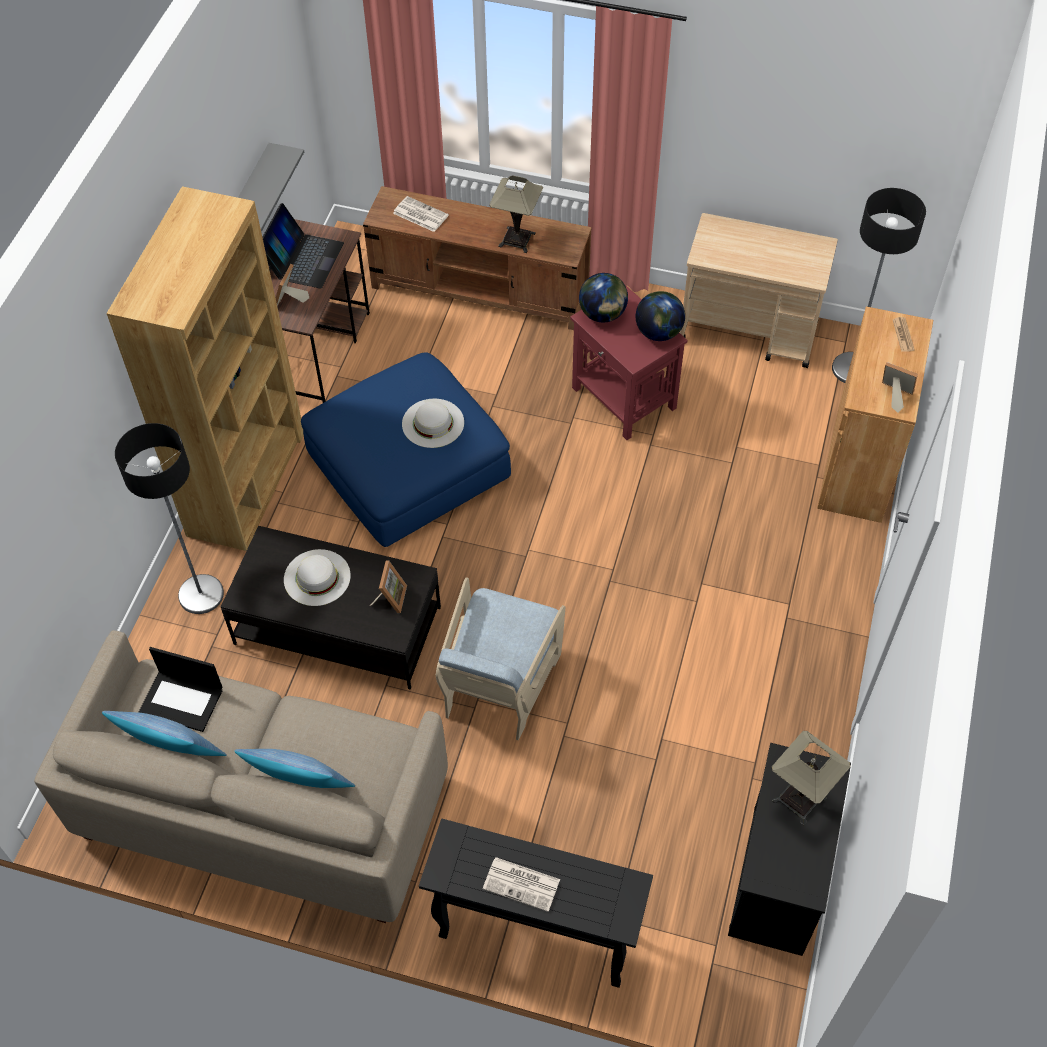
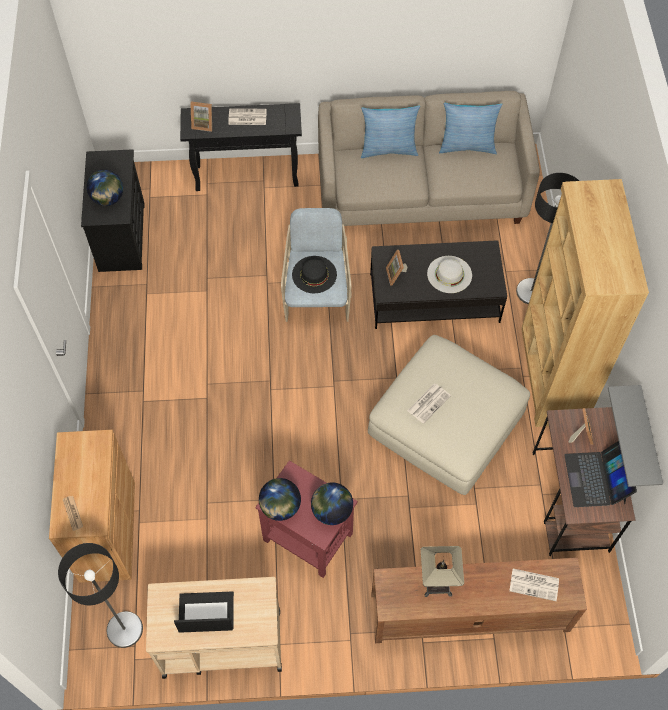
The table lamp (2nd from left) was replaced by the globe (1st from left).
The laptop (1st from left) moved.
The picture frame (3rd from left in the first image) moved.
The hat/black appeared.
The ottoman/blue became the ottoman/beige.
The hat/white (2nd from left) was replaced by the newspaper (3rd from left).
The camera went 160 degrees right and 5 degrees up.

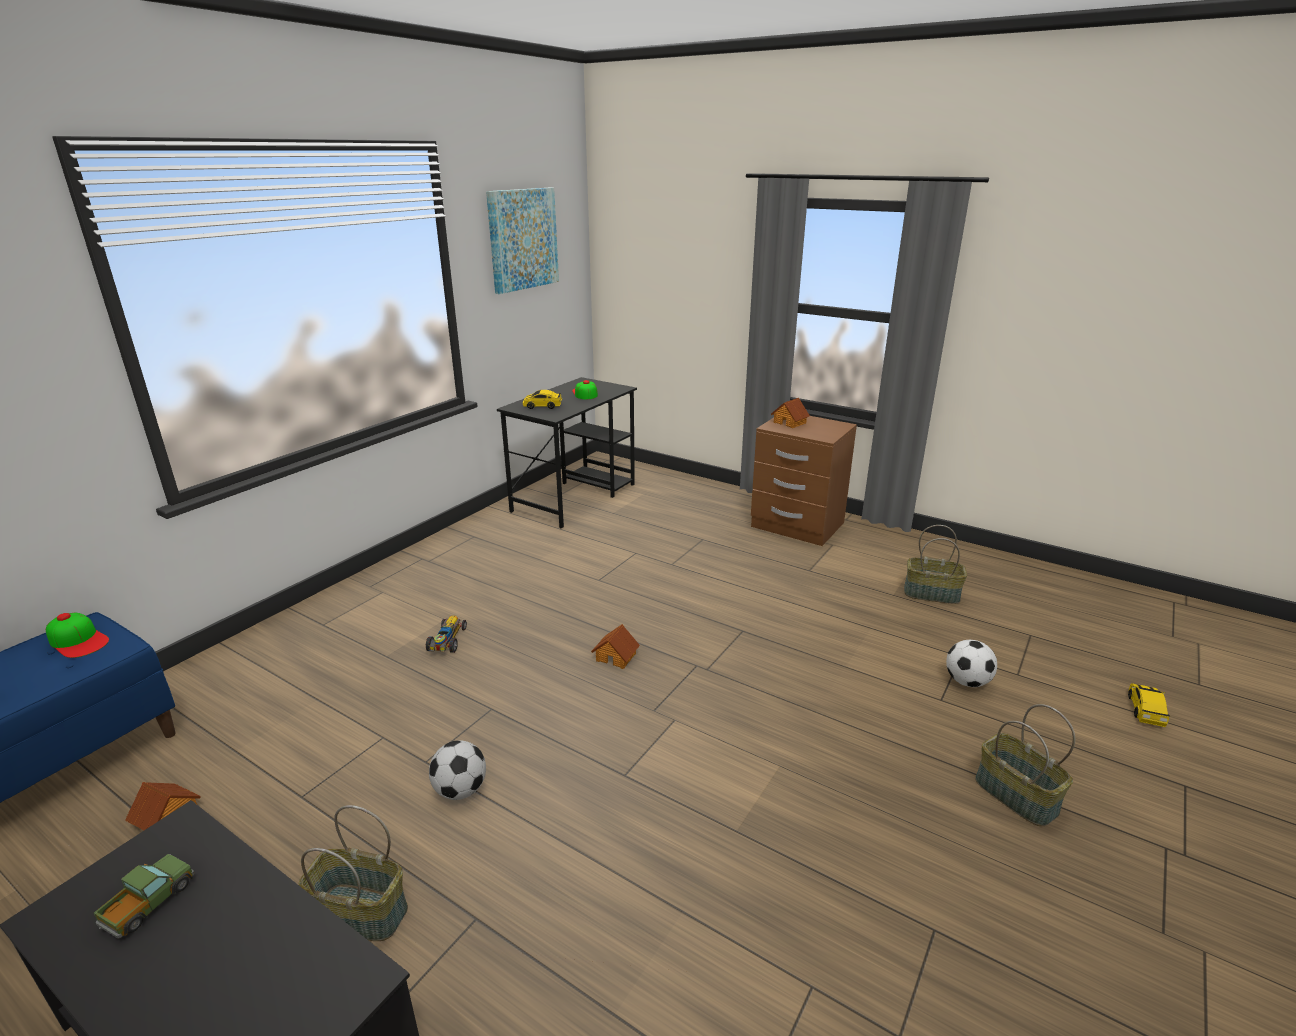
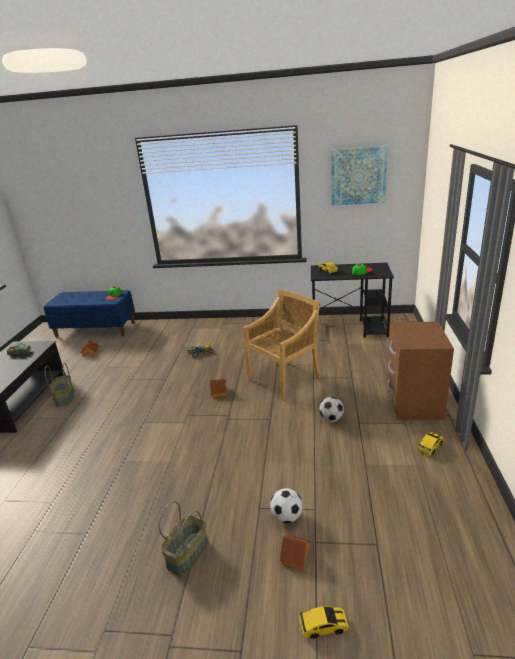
The chair/beige appeared.
The toy house (3rd from left) moved.
The football (1st from left in the first image) moved.
The toy car (4th from left) appeared.
The basket (2nd from left) disappeared.
The camera went 65 degrees right and 0 degrees up.

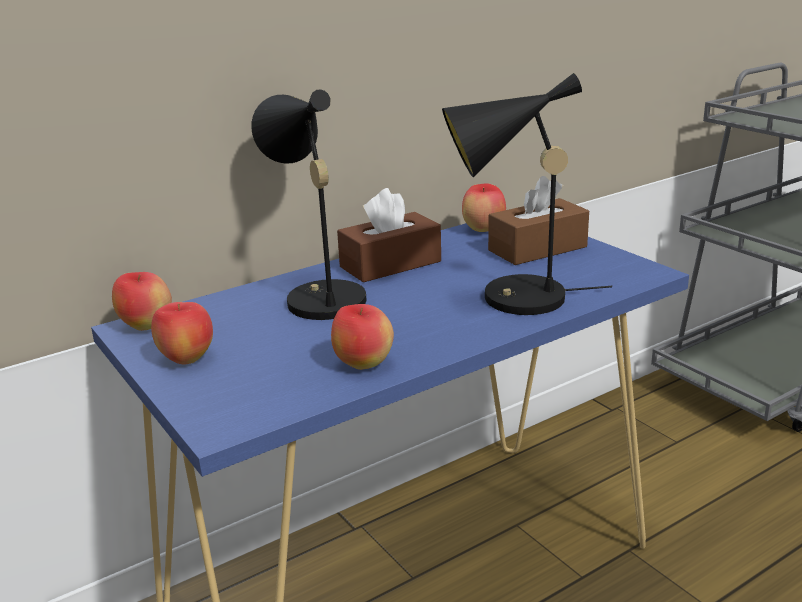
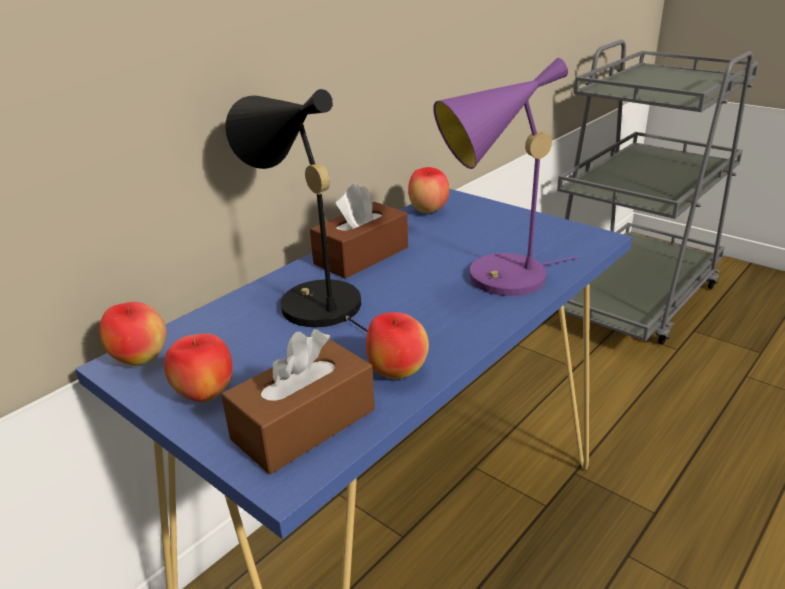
The tissue box/brown (2nd from left in the first image) moved.
The table lamp/black (2nd from left) became the table lamp/purple.
The camera went 15 degrees left and 5 degrees up.

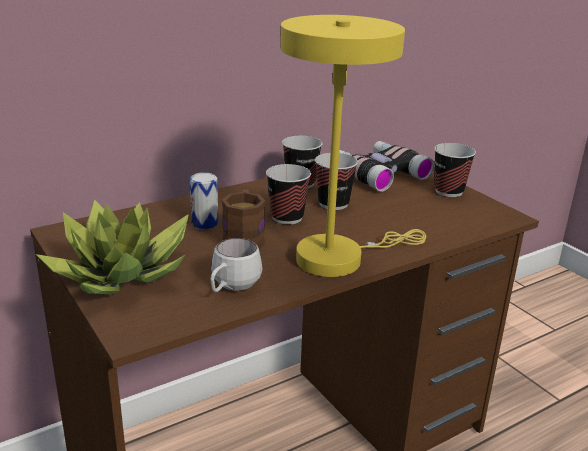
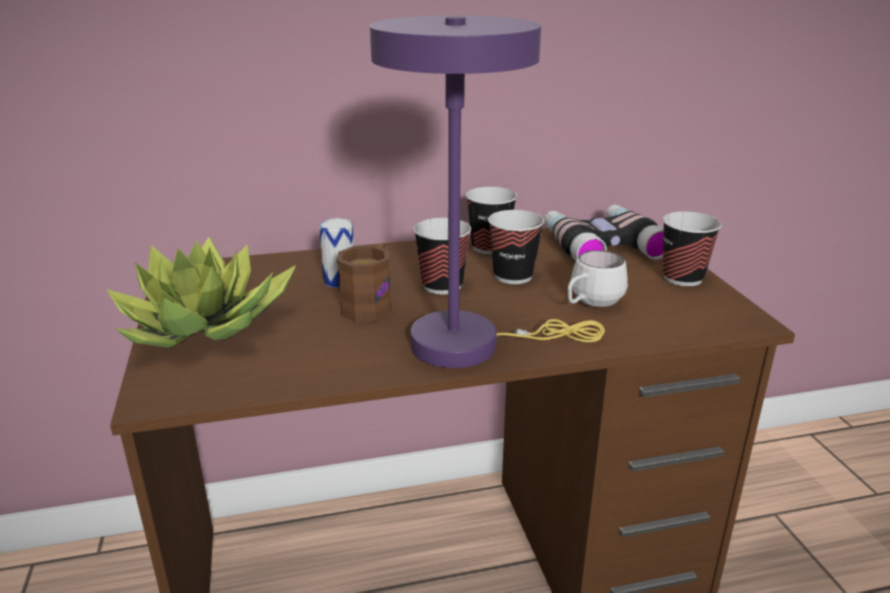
The table lamp/yellow became the table lamp/purple.
The mug/white moved.
The camera went 20 degrees right and 0 degrees up.

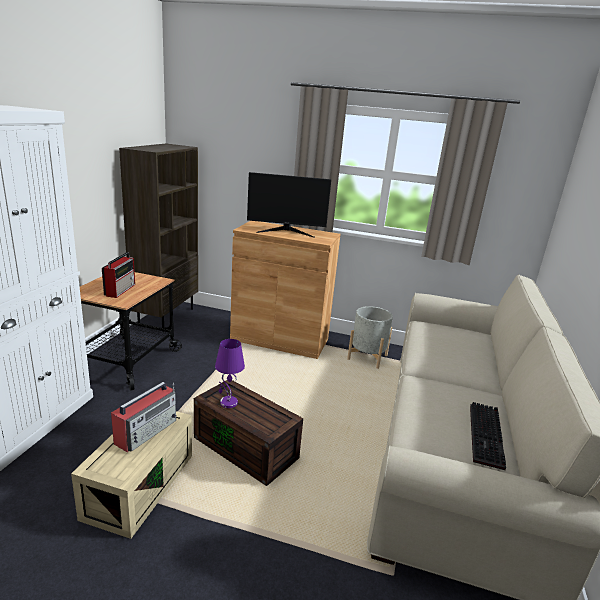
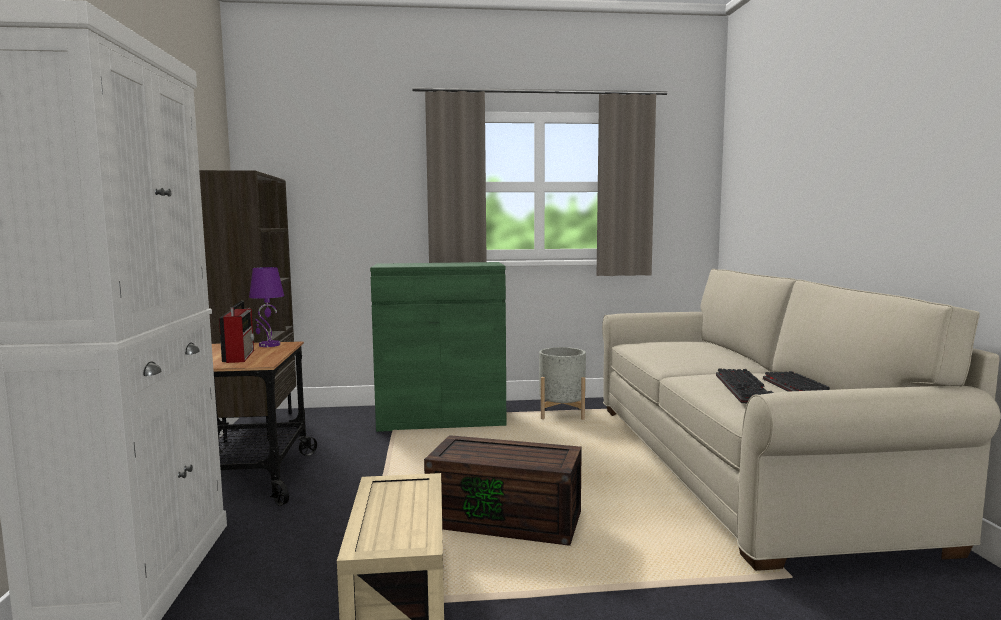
The table lamp/purple moved.
The cabinet/brown became the cabinet/green.
The keyboard (1st from left) appeared.
The radio (2nd from left) disappeared.
The monitor disappeared.
The camera went 20 degrees left and 15 degrees down.

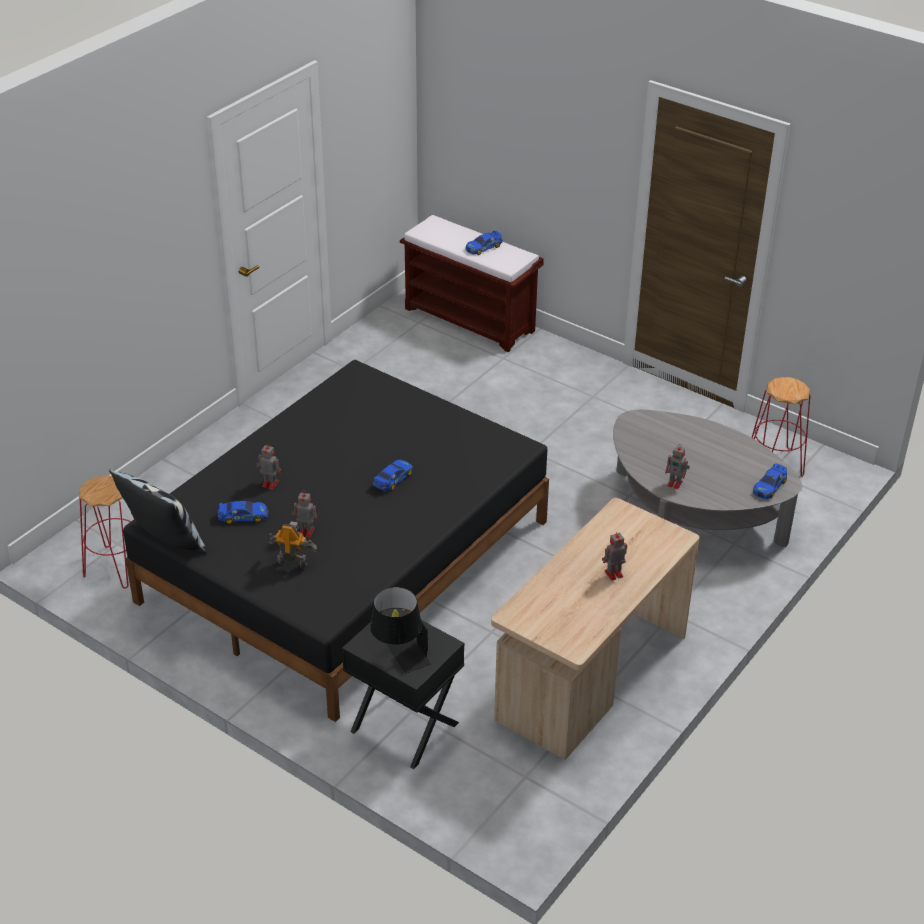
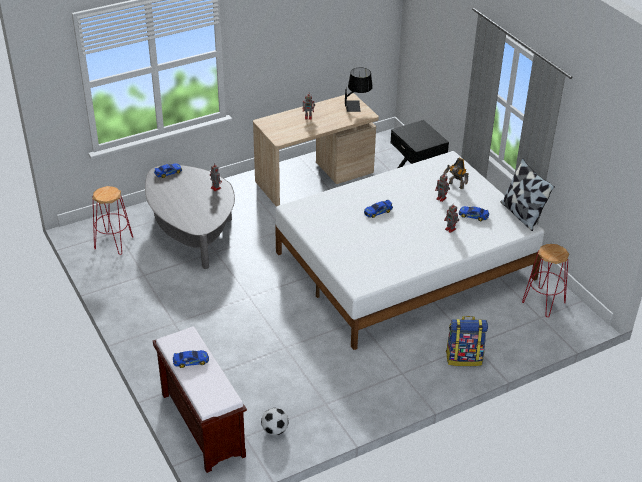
The football appeared.
The bed/black became the bed/white.
The table lamp/black moved.
The backpack appeared.
The camera went 155 degrees left and 0 degrees up.

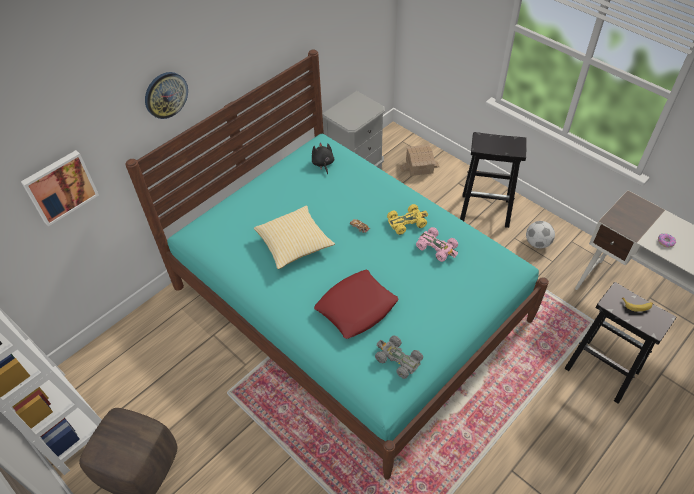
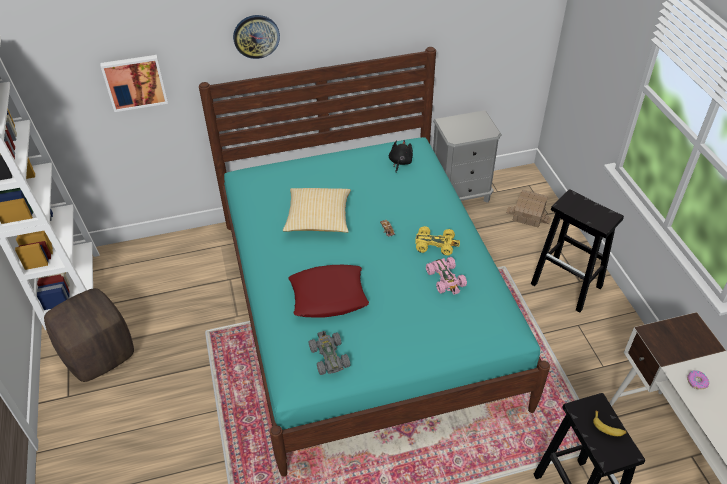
The football disappeared.
The camera went 30 degrees right and 5 degrees down.

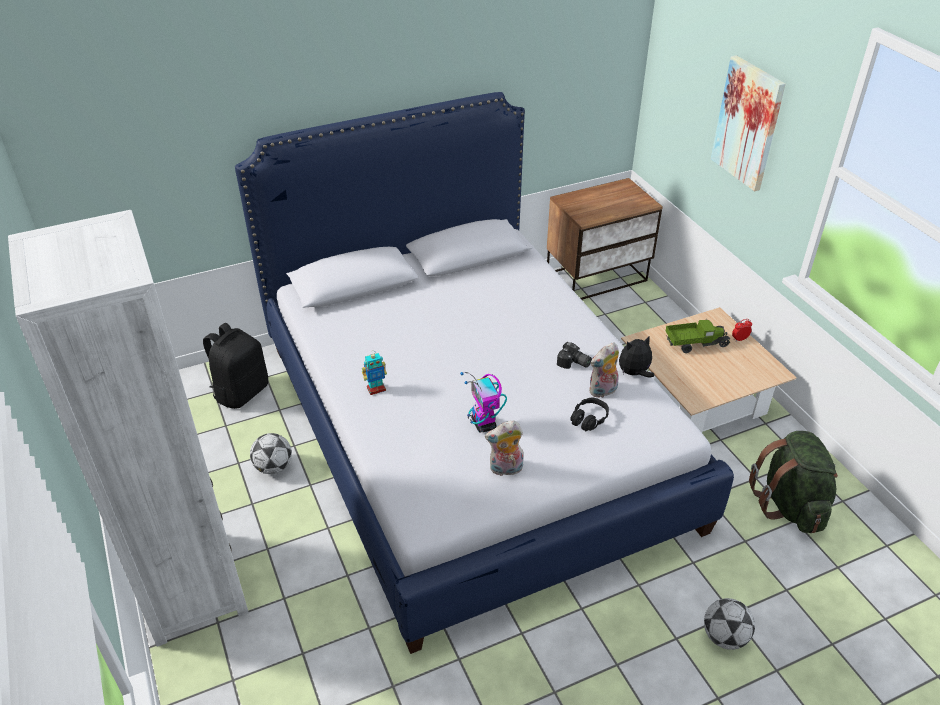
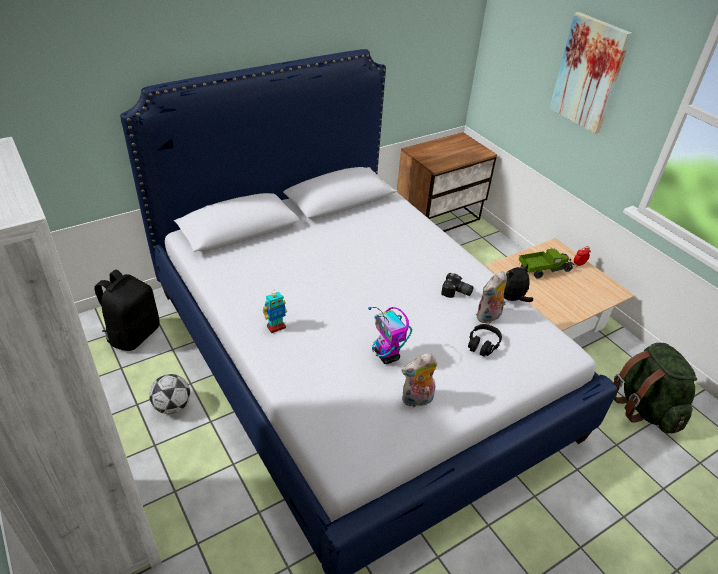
The football (2nd from left) disappeared.
The camera went 10 degrees left and 0 degrees up.

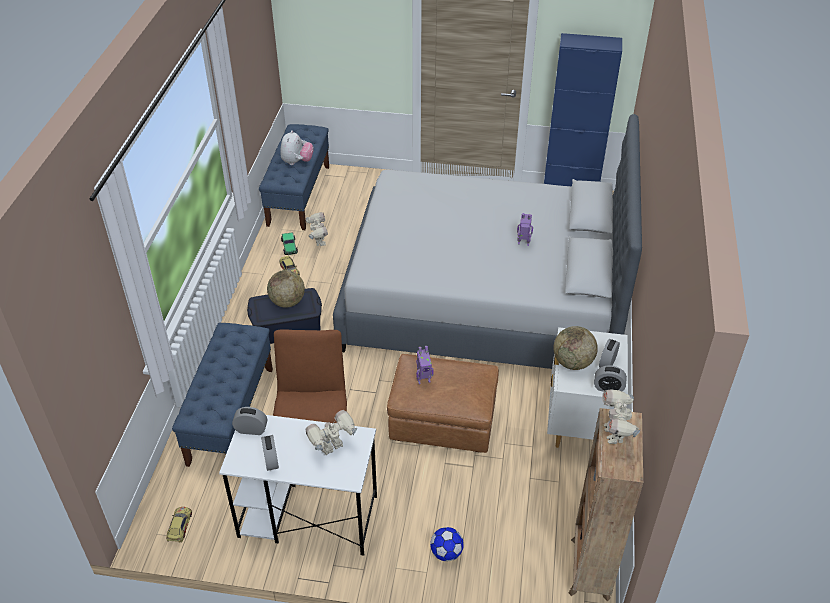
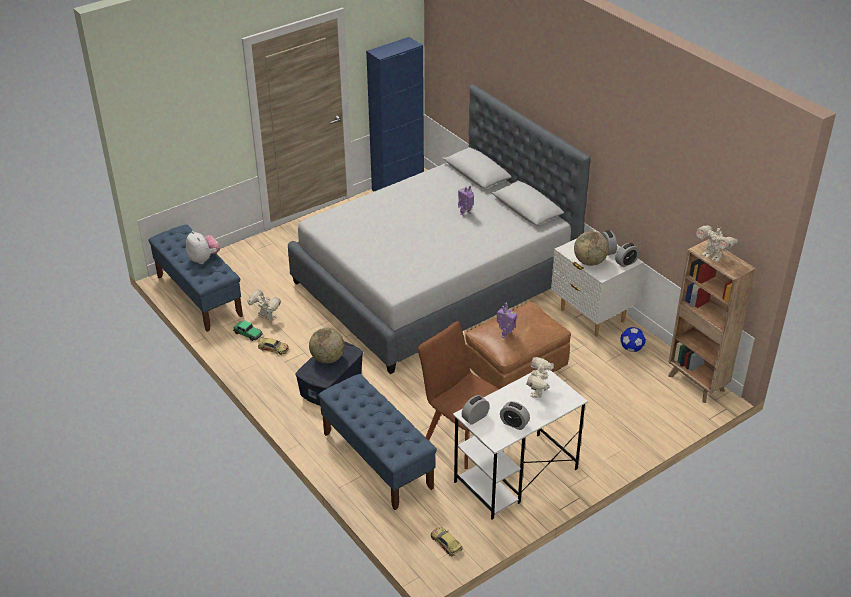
The football moved.
The camera went 45 degrees left and 5 degrees down.

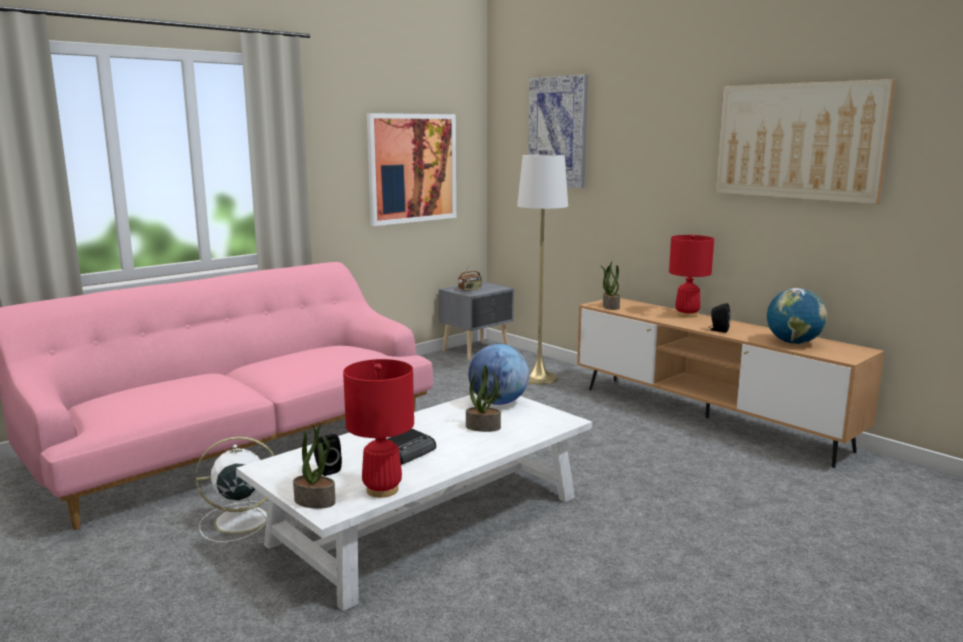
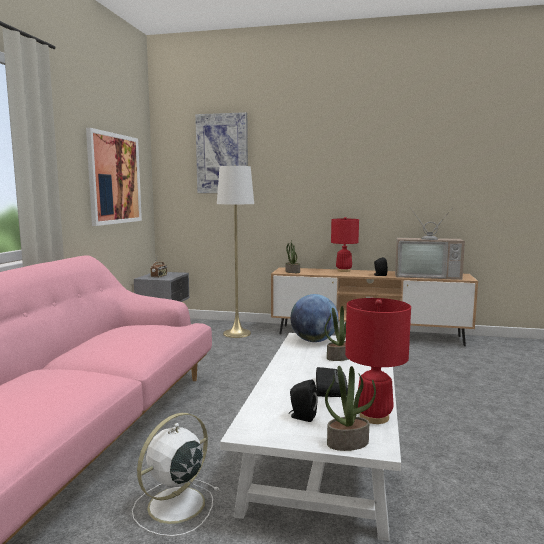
The globe (2nd from left) was replaced by the television.
The picture (3rd from left) disappeared.
The camera went 35 degrees left and 5 degrees down.

